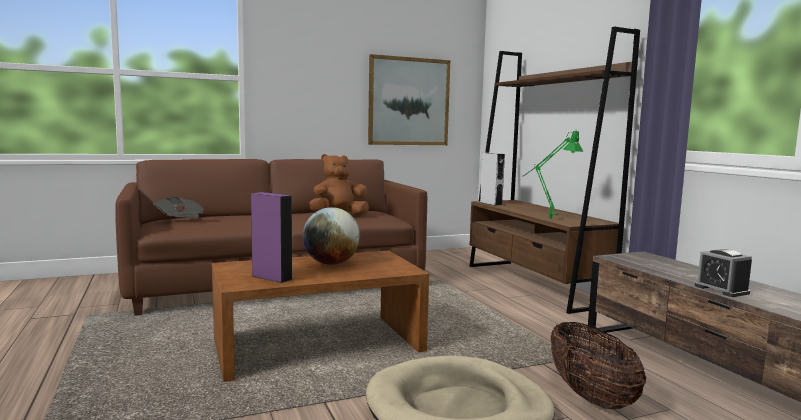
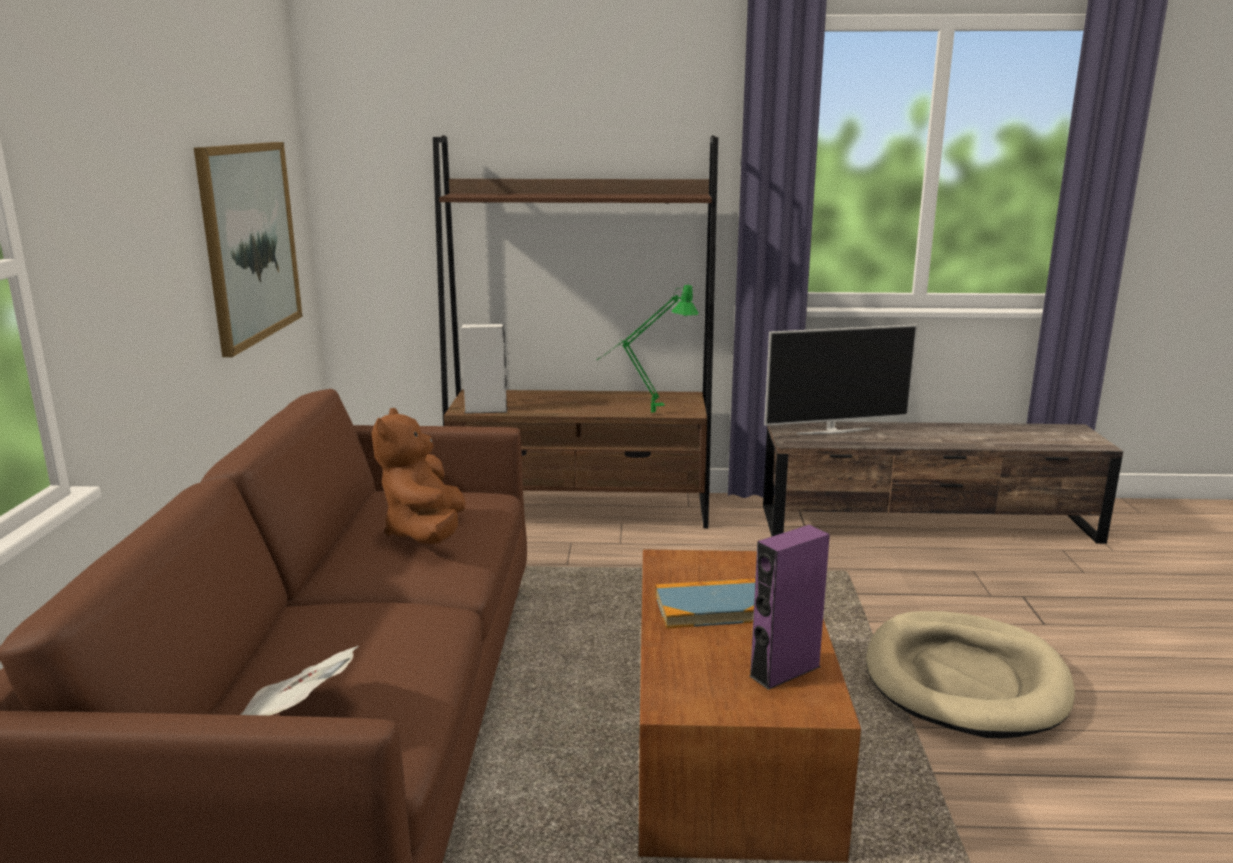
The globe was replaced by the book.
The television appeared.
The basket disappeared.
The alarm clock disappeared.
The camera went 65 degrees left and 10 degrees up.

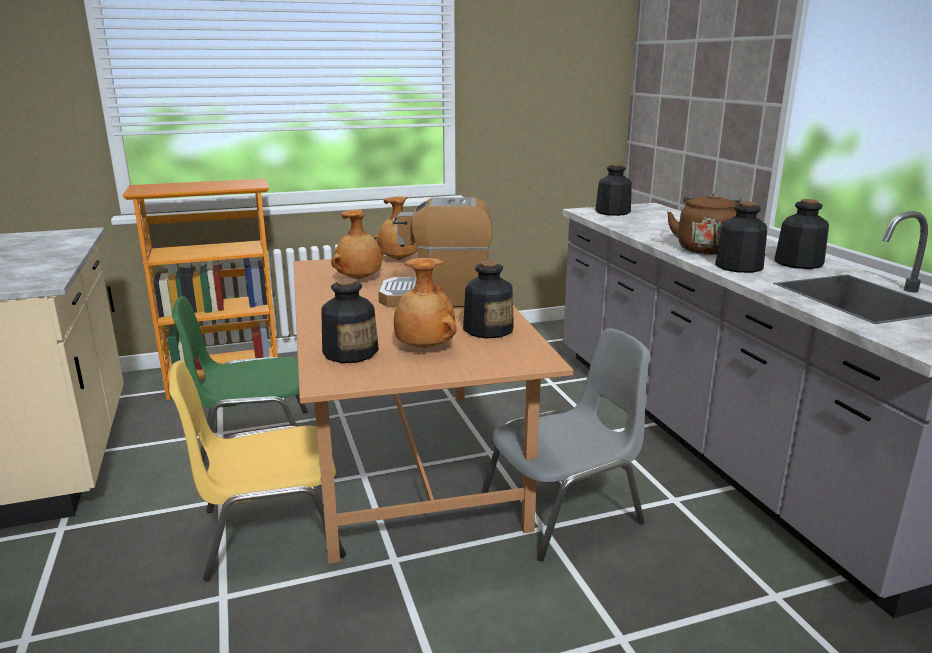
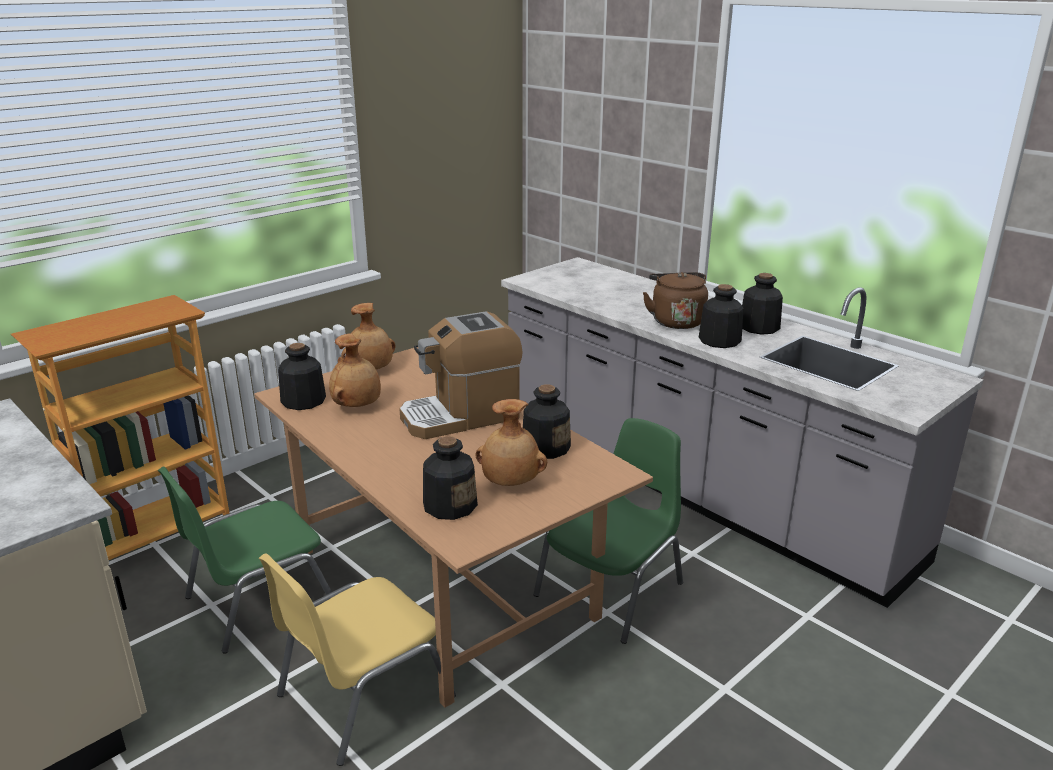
The bottle (3rd from left in the first image) moved.
The chair/grey became the chair/green (2nd from left).
The camera went 25 degrees left and 5 degrees up.

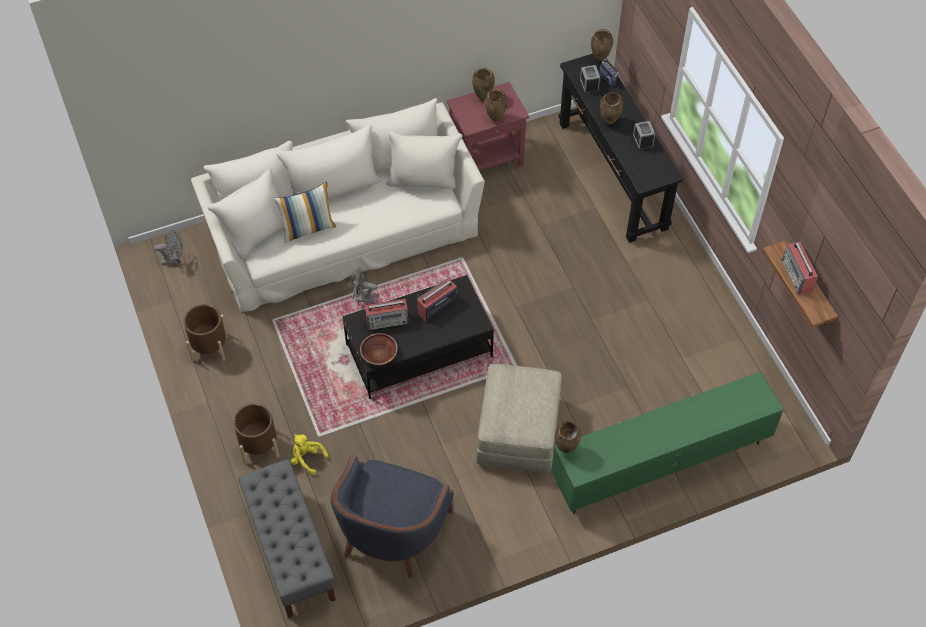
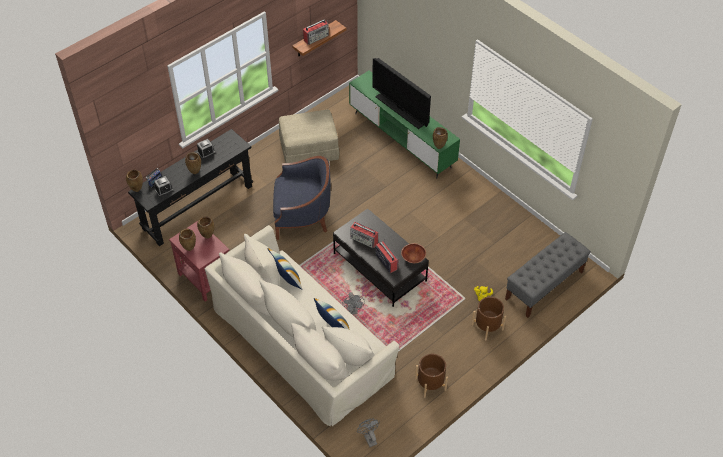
The pillow (1st from left) appeared.
The armchair/blue moved.
The ottoman/beige moved.
The television appeared.
The camera went 110 degrees left and 5 degrees down.

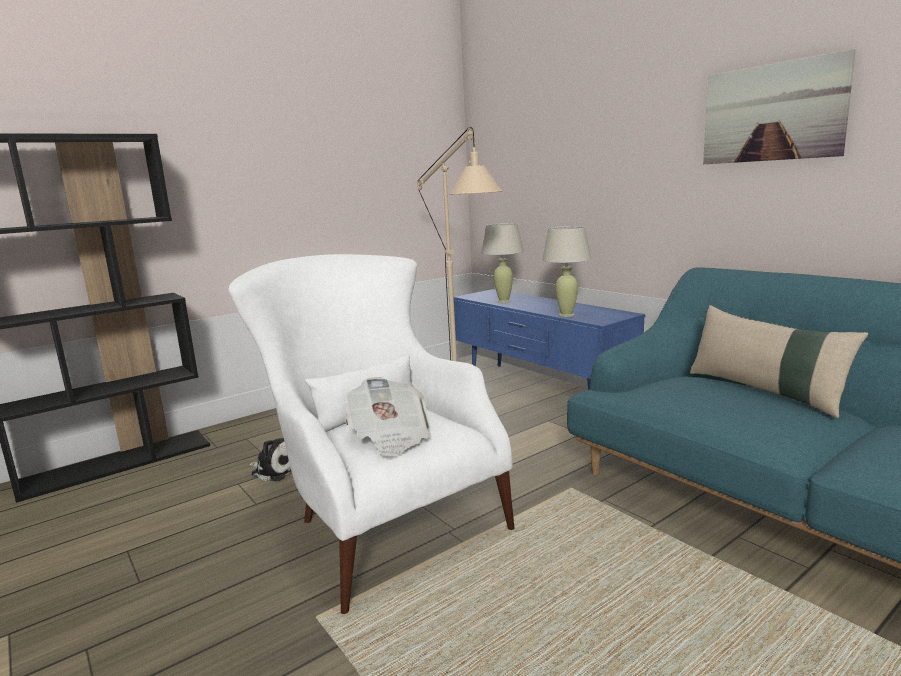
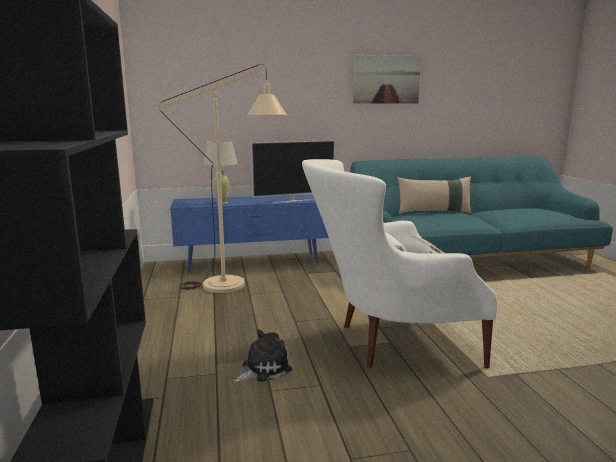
The table lamp/beige (2nd from left) was replaced by the television.
The camera went 65 degrees left and 0 degrees up.

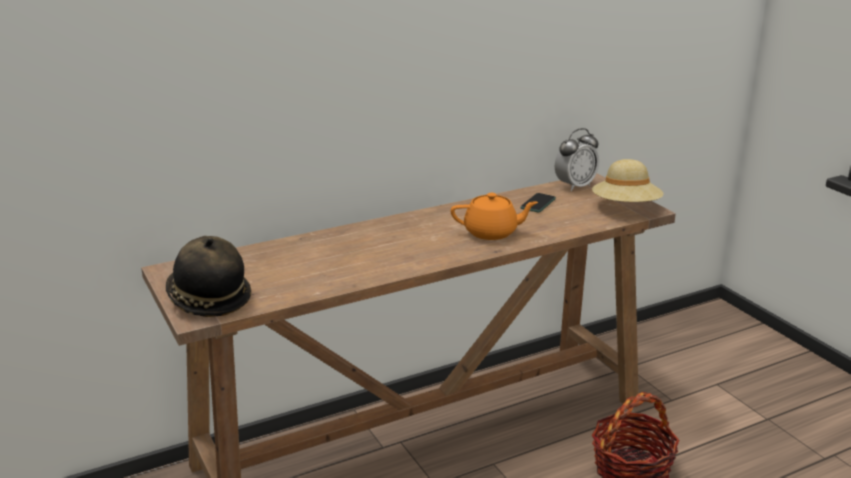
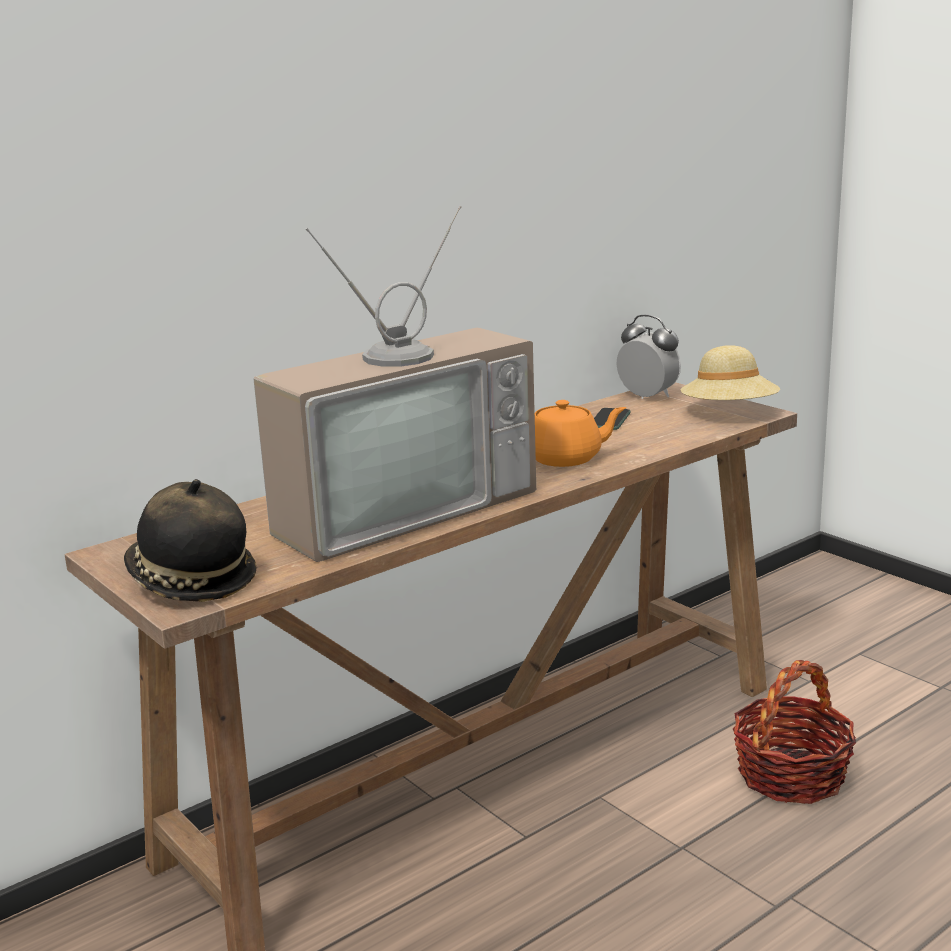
The television appeared.
The alarm clock turned 90 degrees counterclockwise.
The camera went 10 degrees left and 5 degrees down.

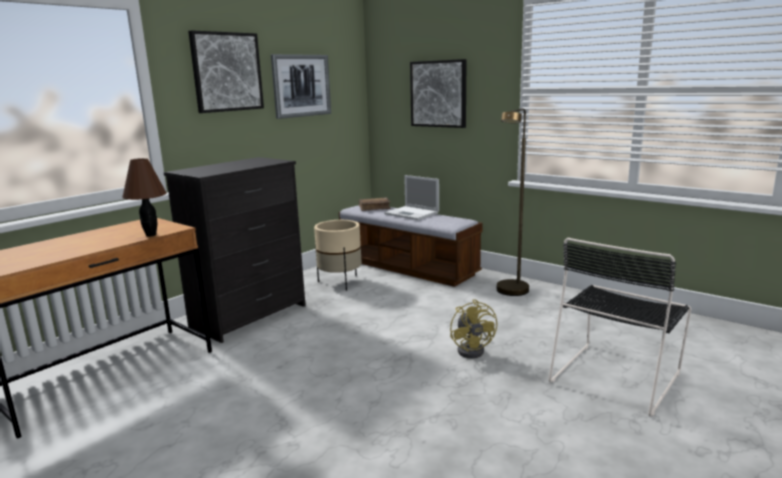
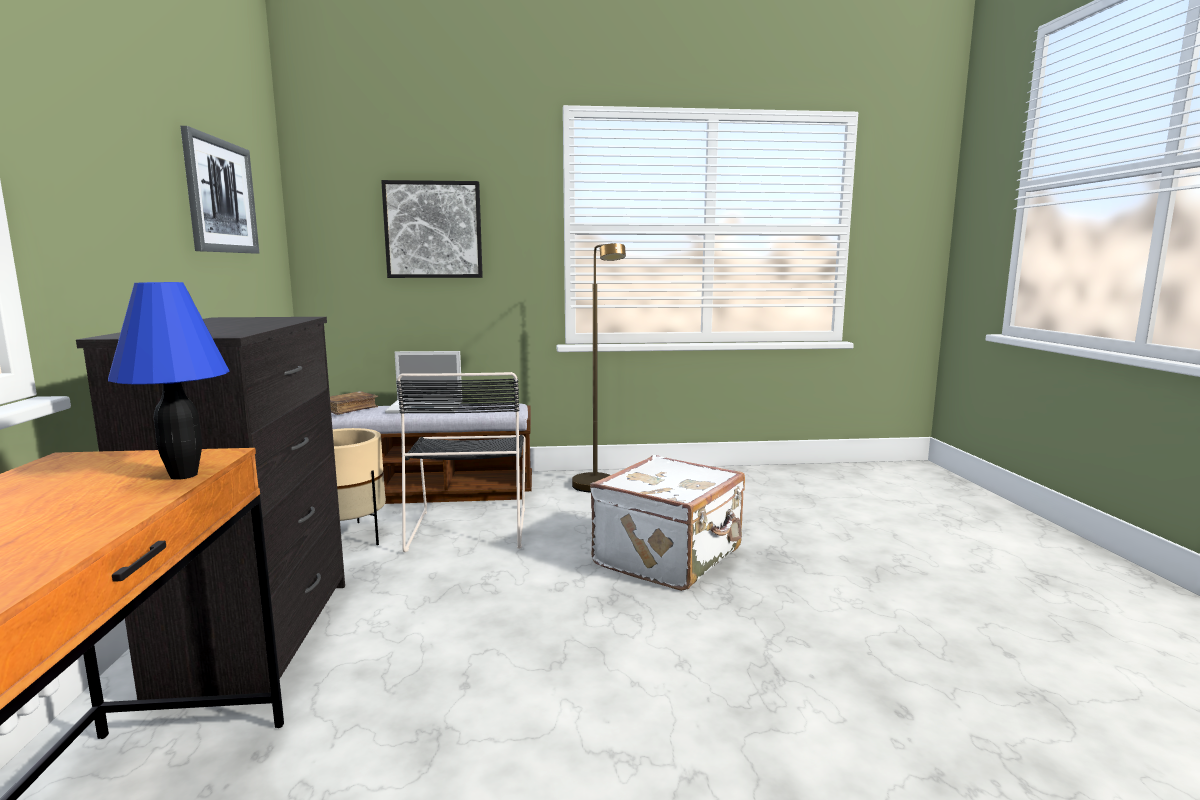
The table lamp/brown became the table lamp/blue.
The chair/black moved.
The fan/yellow was replaced by the suitcase/white.
The picture (1st from left) disappeared.
The camera went 45 degrees left and 5 degrees down.

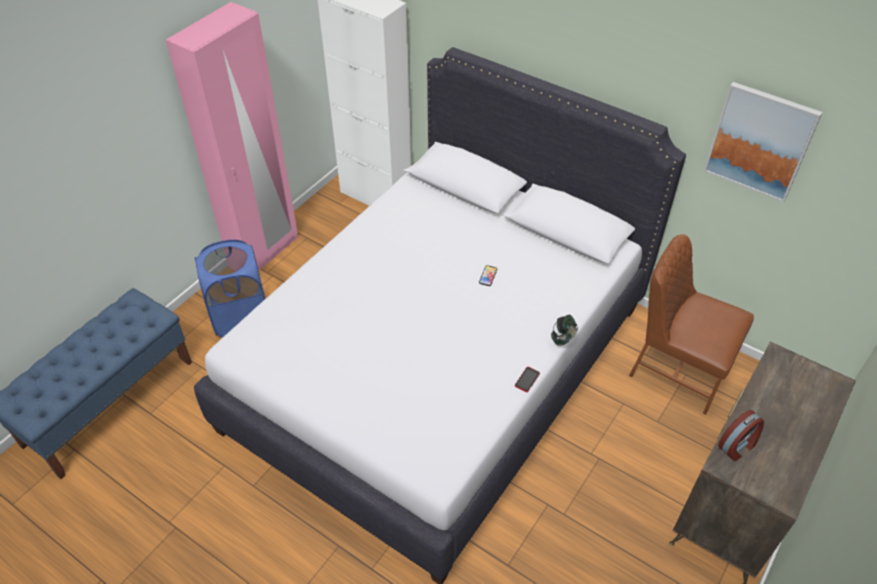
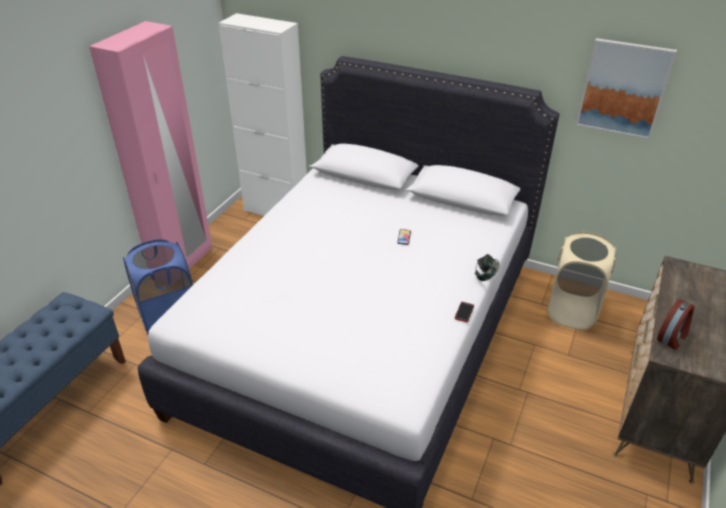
The chair/brown was replaced by the laundry basket/beige.
The camera went 10 degrees left and 10 degrees down.

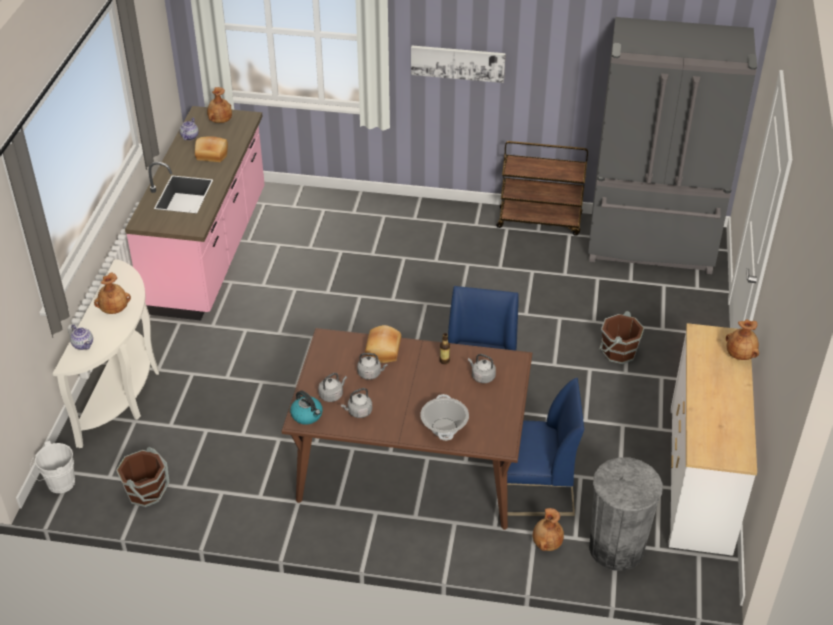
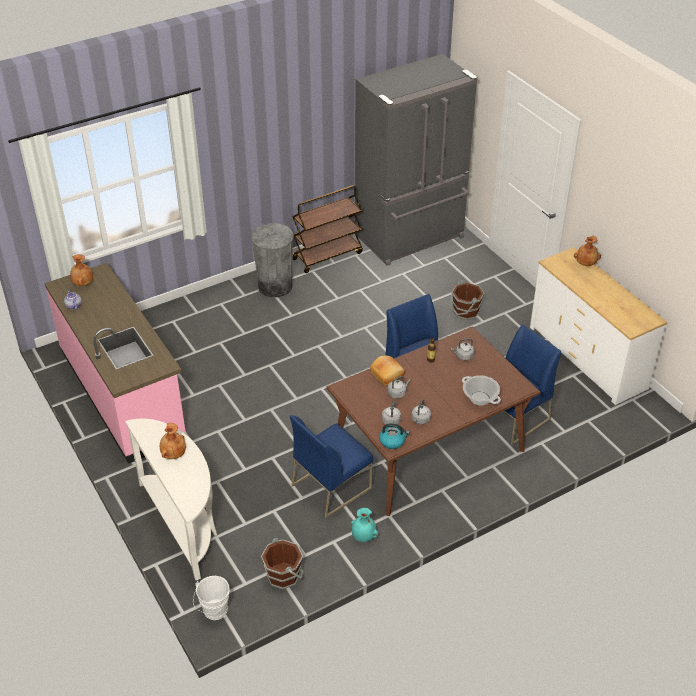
The trash can/grey moved.
The chair/blue (1st from left) appeared.
The vase/turquoise appeared.
The teapot (1st from left) disappeared.
The bread (1st from left) disappeared.
The picture disappeared.
The vase/brown (3rd from left) disappeared.
The camera went 40 degrees left and 0 degrees up.

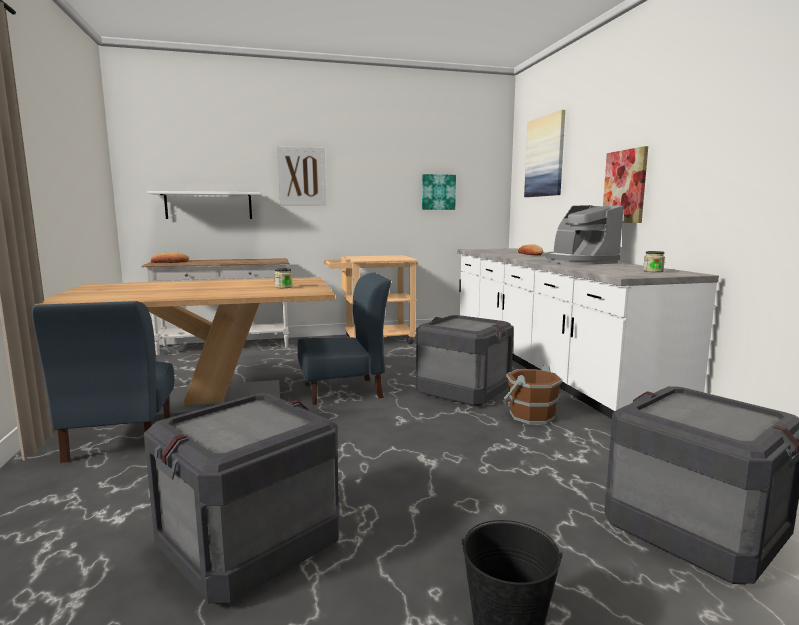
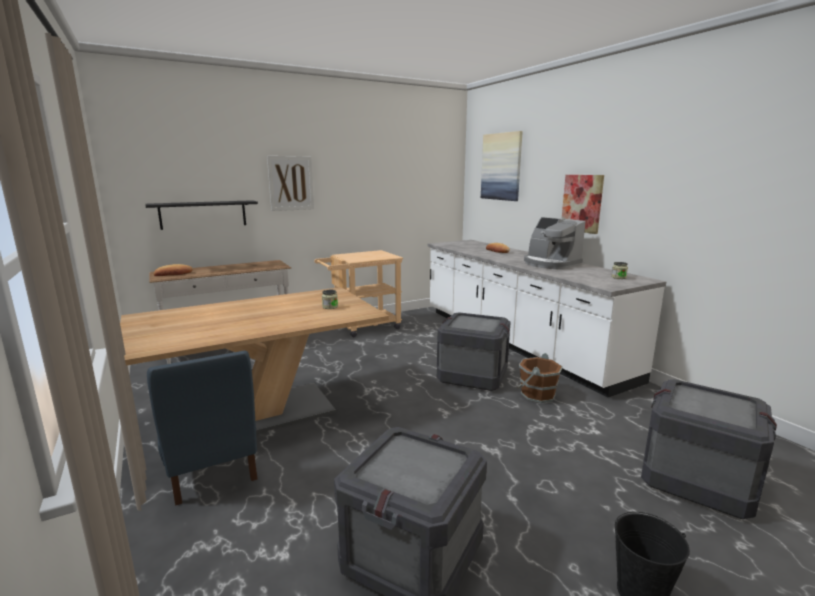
The shelf/white became the shelf/black.
The chair/blue (2nd from left) disappeared.
The picture (2nd from left) disappeared.
The camera went 15 degrees left and 5 degrees up.

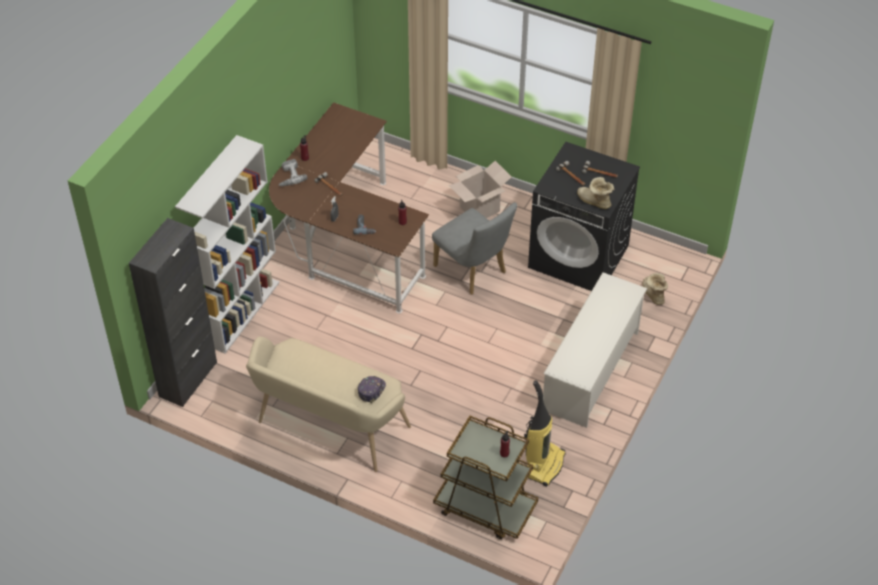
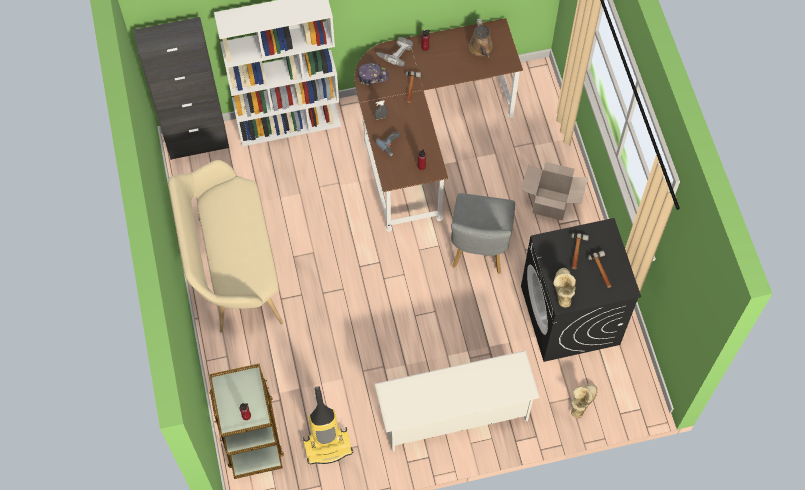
The cap moved.
The watering can/brown appeared.
The camera went 50 degrees right and 15 degrees up.

